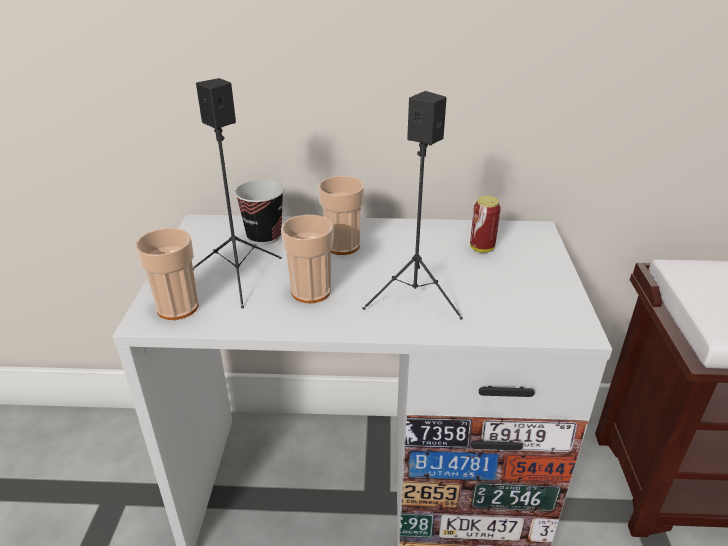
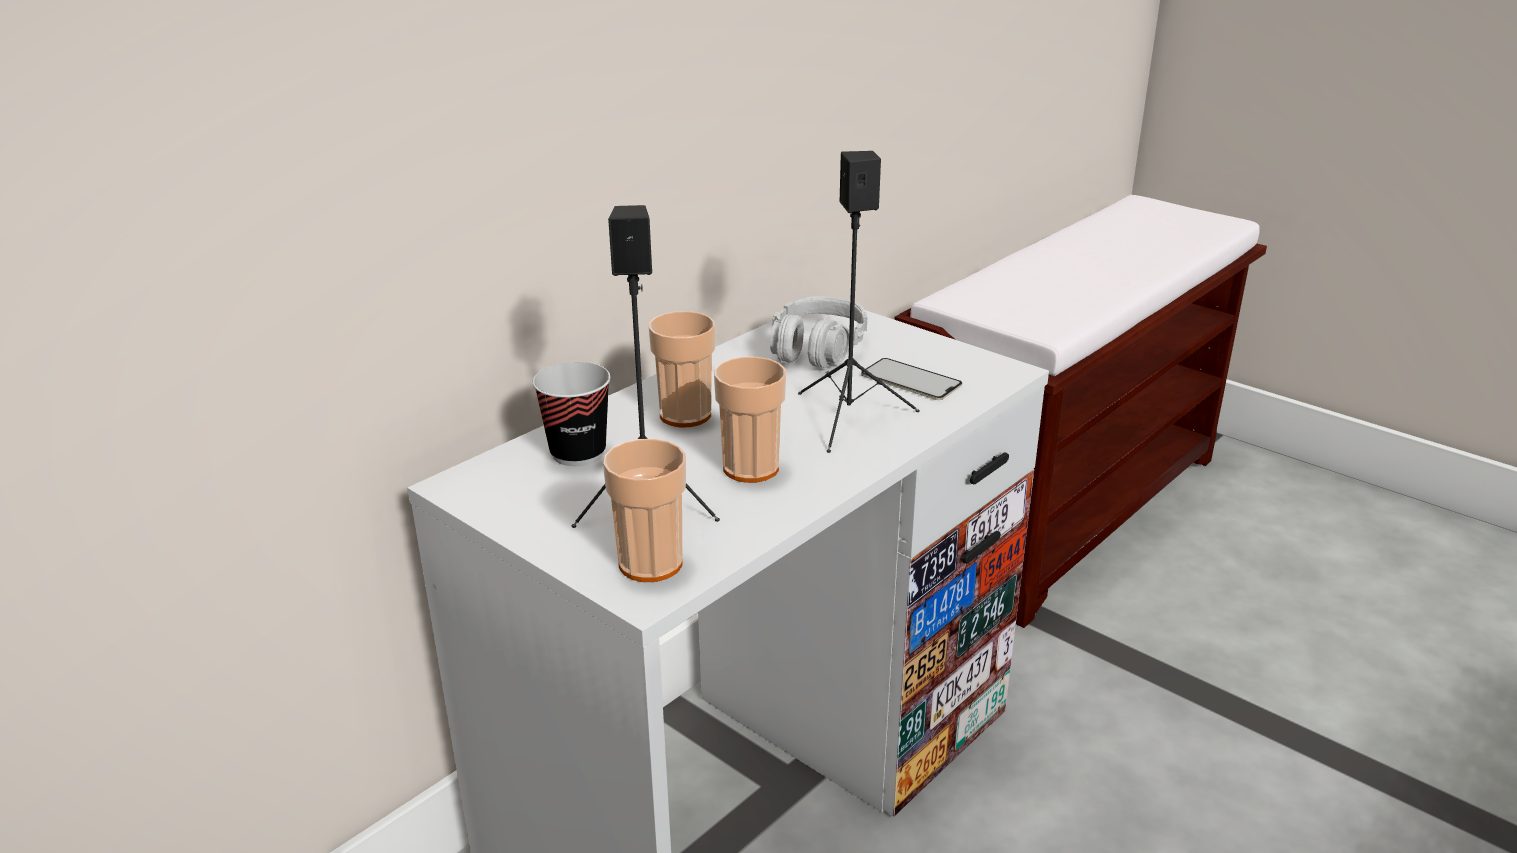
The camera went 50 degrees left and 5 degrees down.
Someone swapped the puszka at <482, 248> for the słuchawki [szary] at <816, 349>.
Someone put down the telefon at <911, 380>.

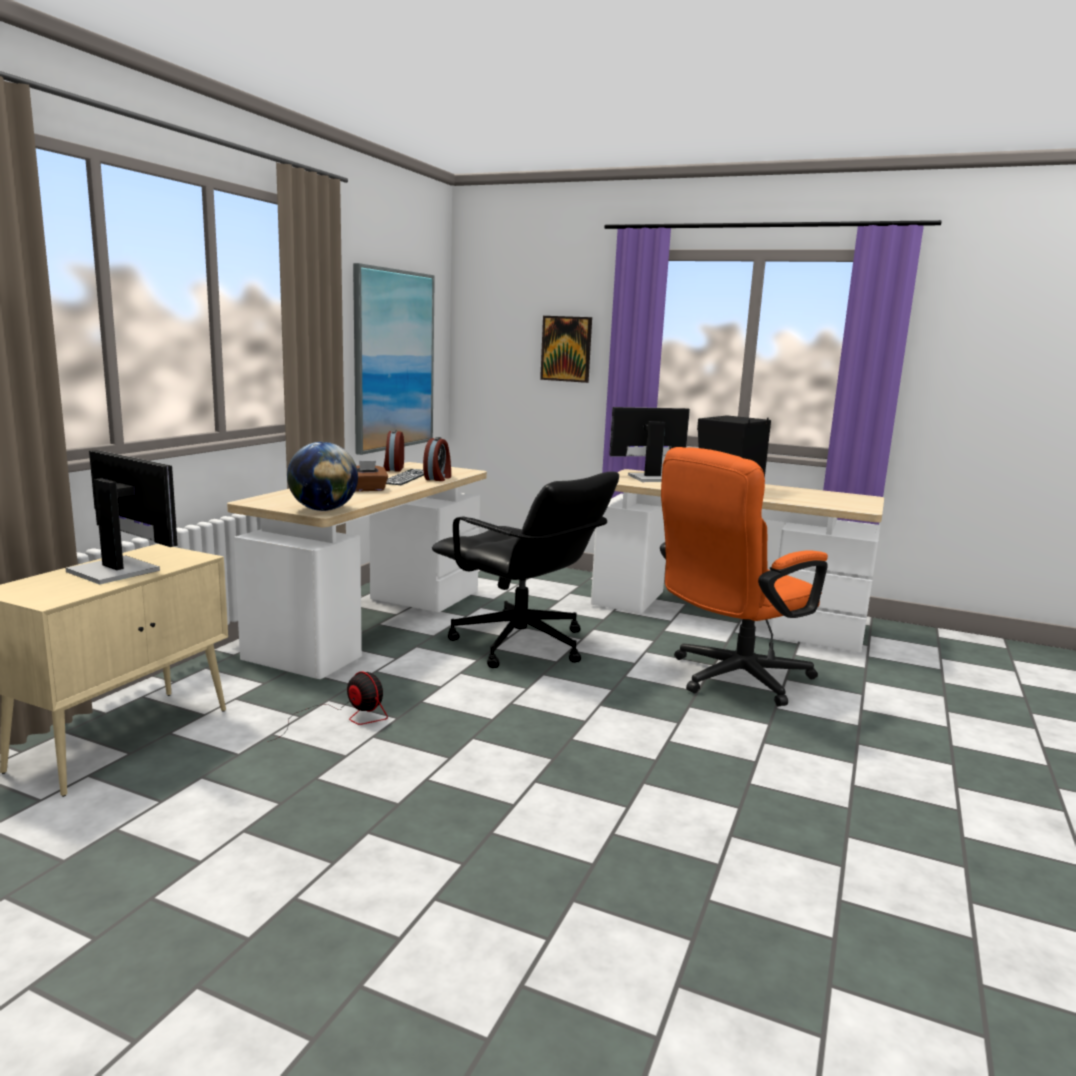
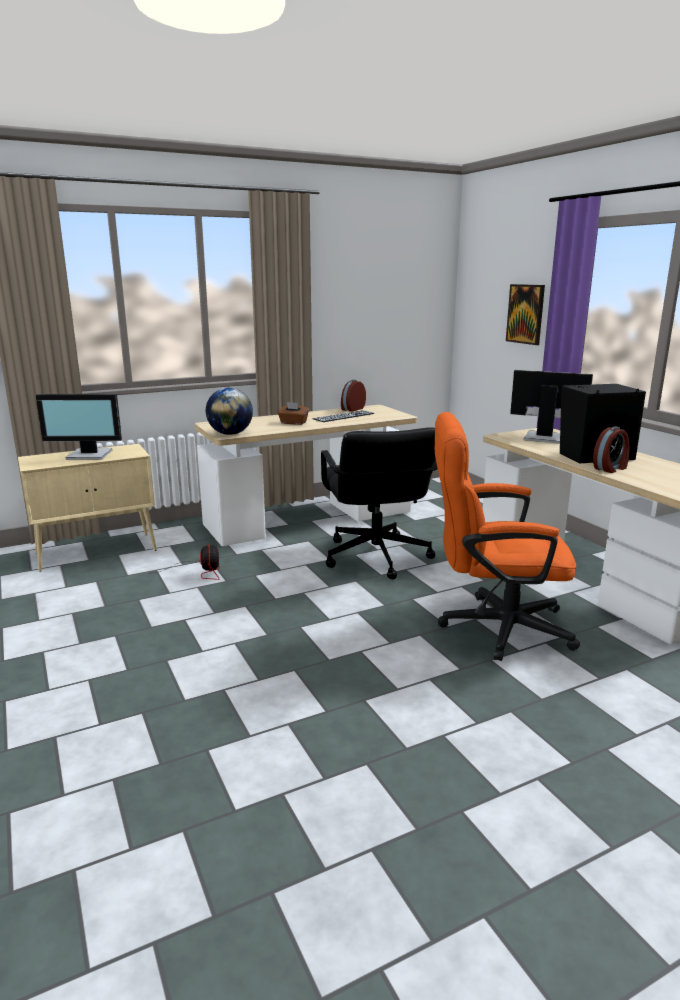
The camera went 40 degrees right and 5 degrees up.
Someone rotated the monitor at <116, 570> by 105 degrees clockwise.
Someone carried the budzik from <438, 478> to <610, 468>.
Someone took away the obraz at <394, 360>.

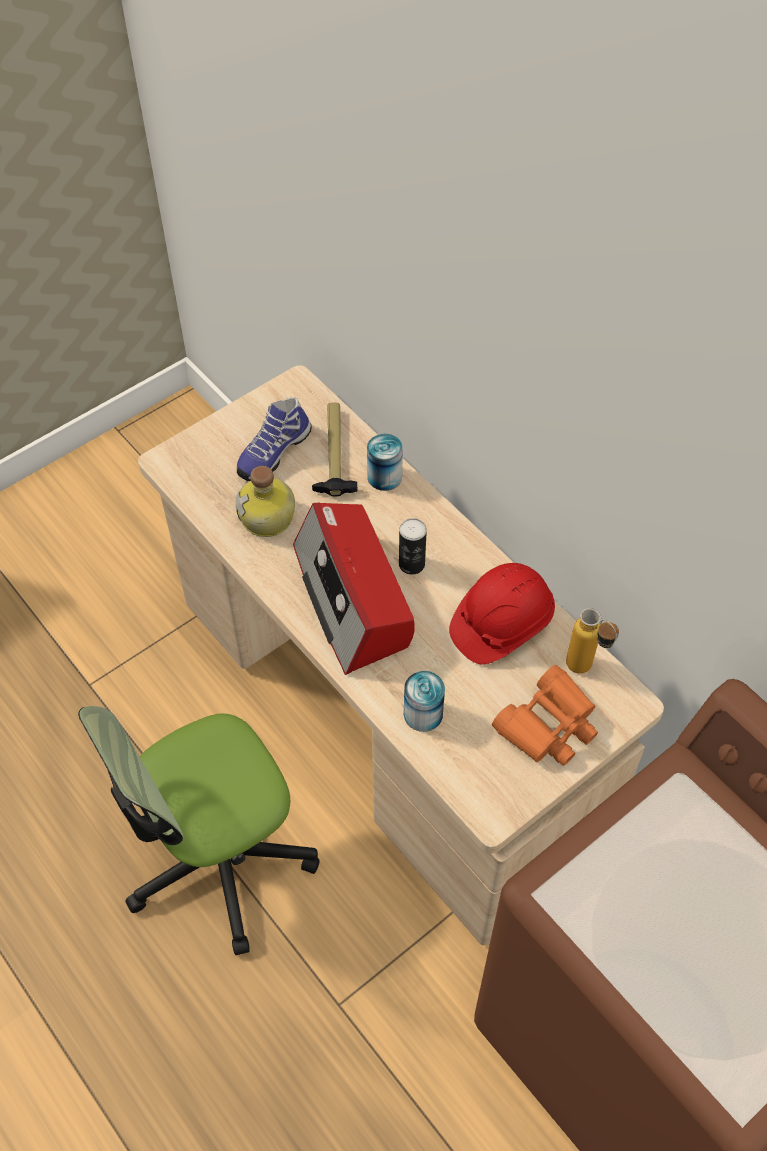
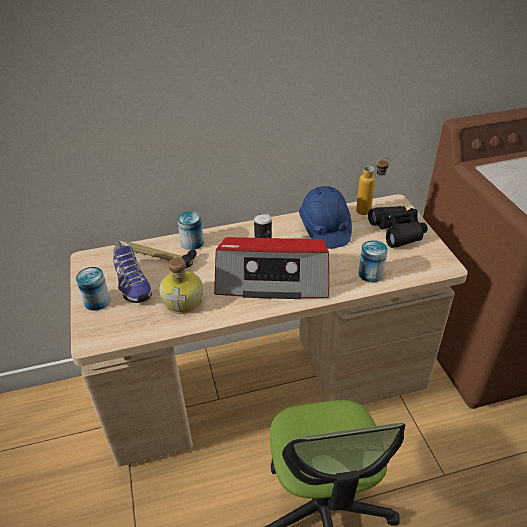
The camera went 65 degrees left and 15 degrees down.
Someone put down the puszka at <97, 301>.
Someone repainted the kask [czerwony] at <501, 623>, which became the kask [niebieski] at <324, 229>.
Someone repainted the lornetka [pomarańczowy] at <548, 725>, which became the lornetka [czarny] at <397, 231>.

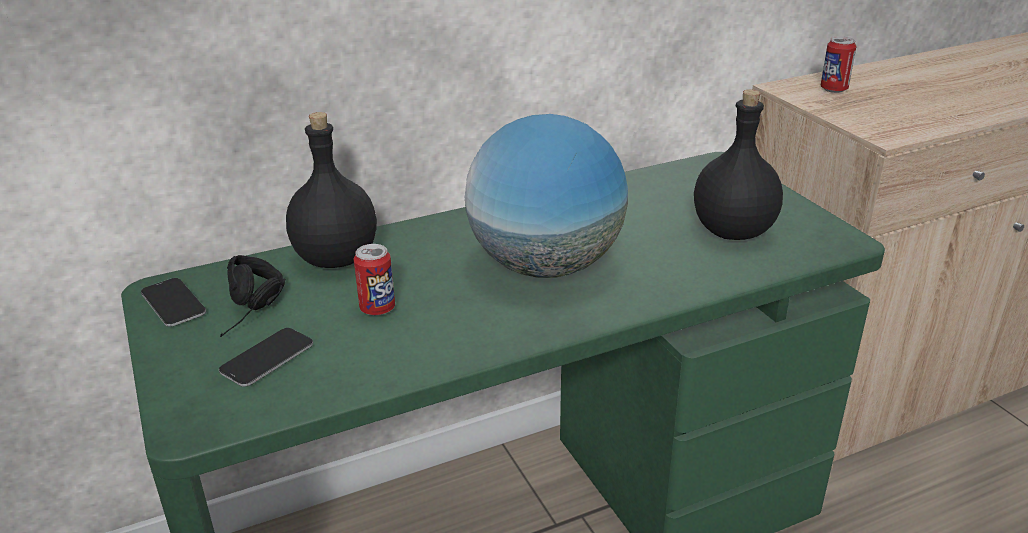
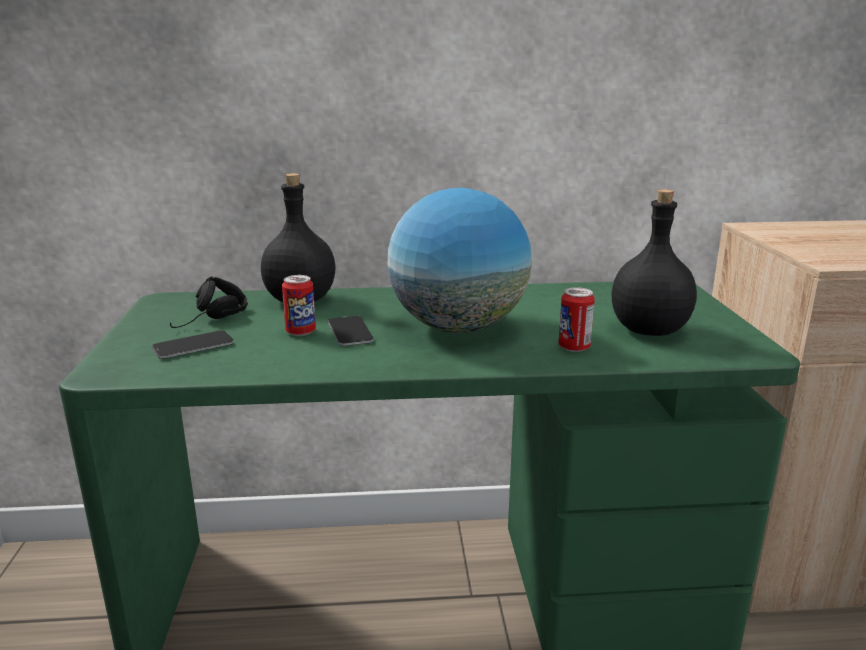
The camera went 20 degrees right and 10 degrees down.
Someone carried the telefon from <173, 303> to <350, 332>.
Someone carried the puszka from <833, 89> to <574, 347>.

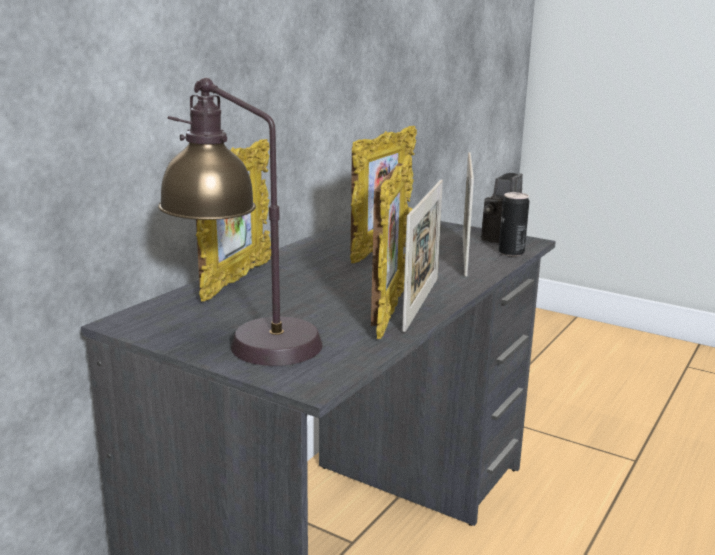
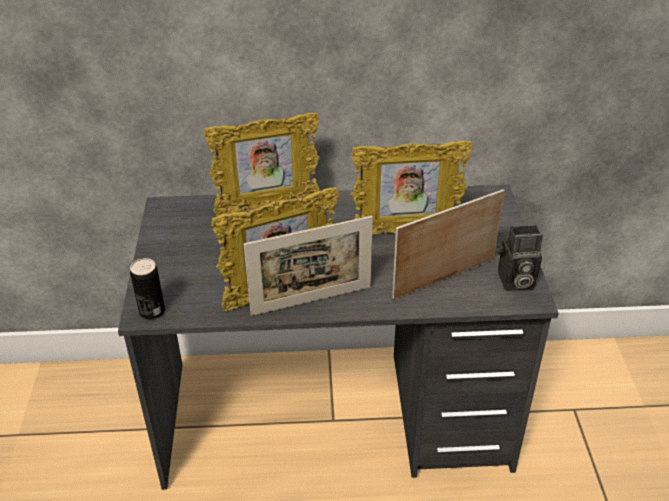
The camera went 55 degrees right and 20 degrees up.
Someone carried the puszka from <511, 253> to <152, 311>.
Someone took away the lampa stołowa at <244, 340>.

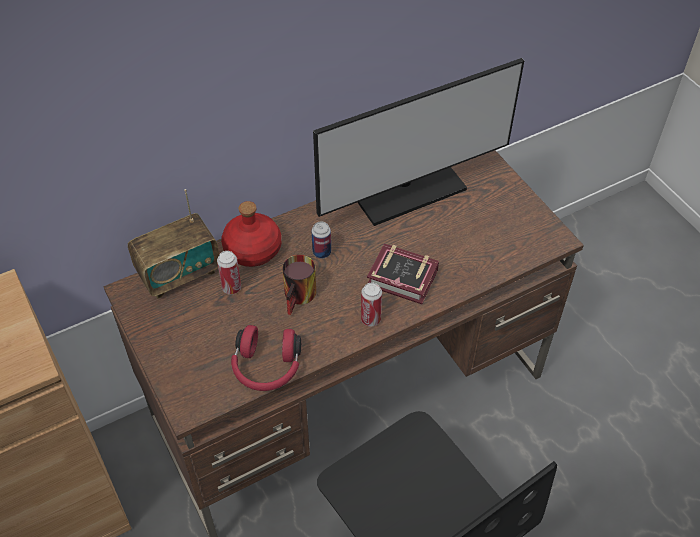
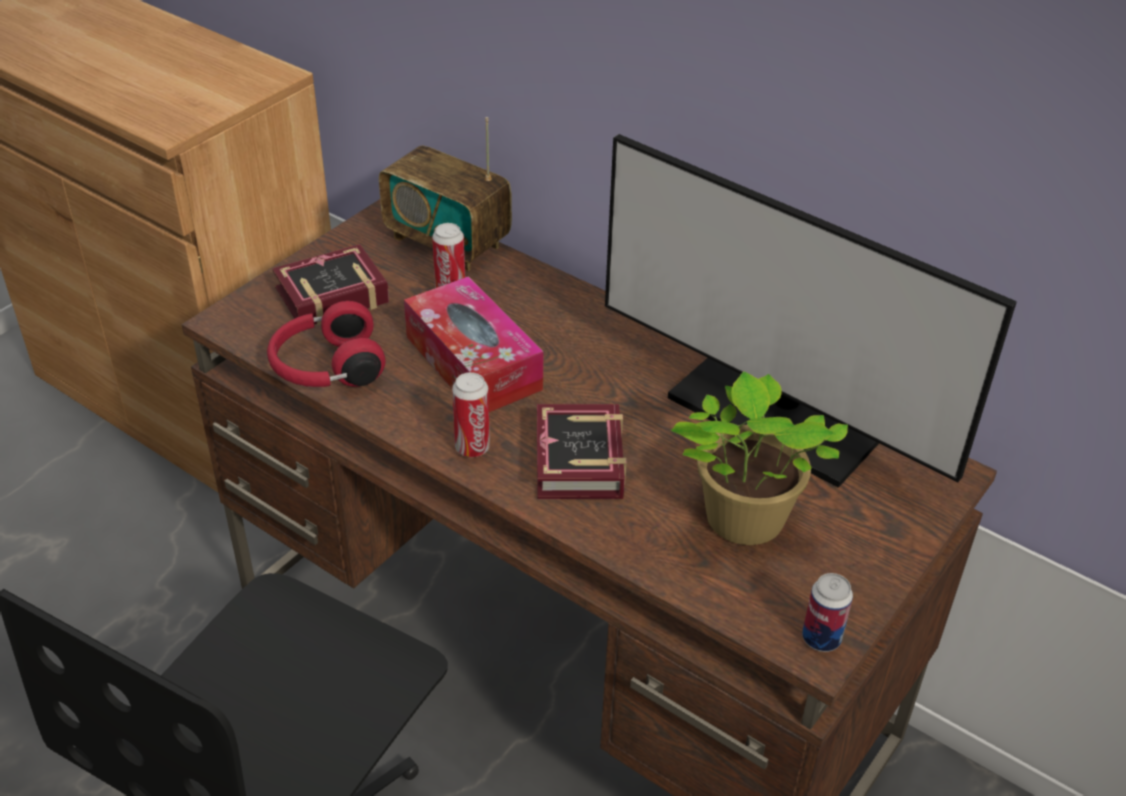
The camera went 65 degrees right and 10 degrees down.
Someone put down the książka at <326, 295>.
Someone swapped the kubek at <301, 297> for the pudełko chusteczek at <473, 363>.
Someone put down the roślina doniczkowa at <741, 522>.
Someone carried the puszka from <322, 252> to <821, 638>.
Someone took away the butelka [czerwony] at <252, 249>.

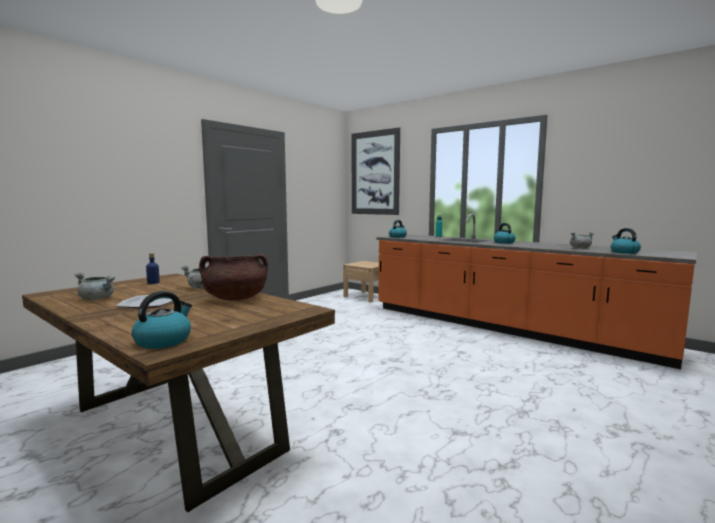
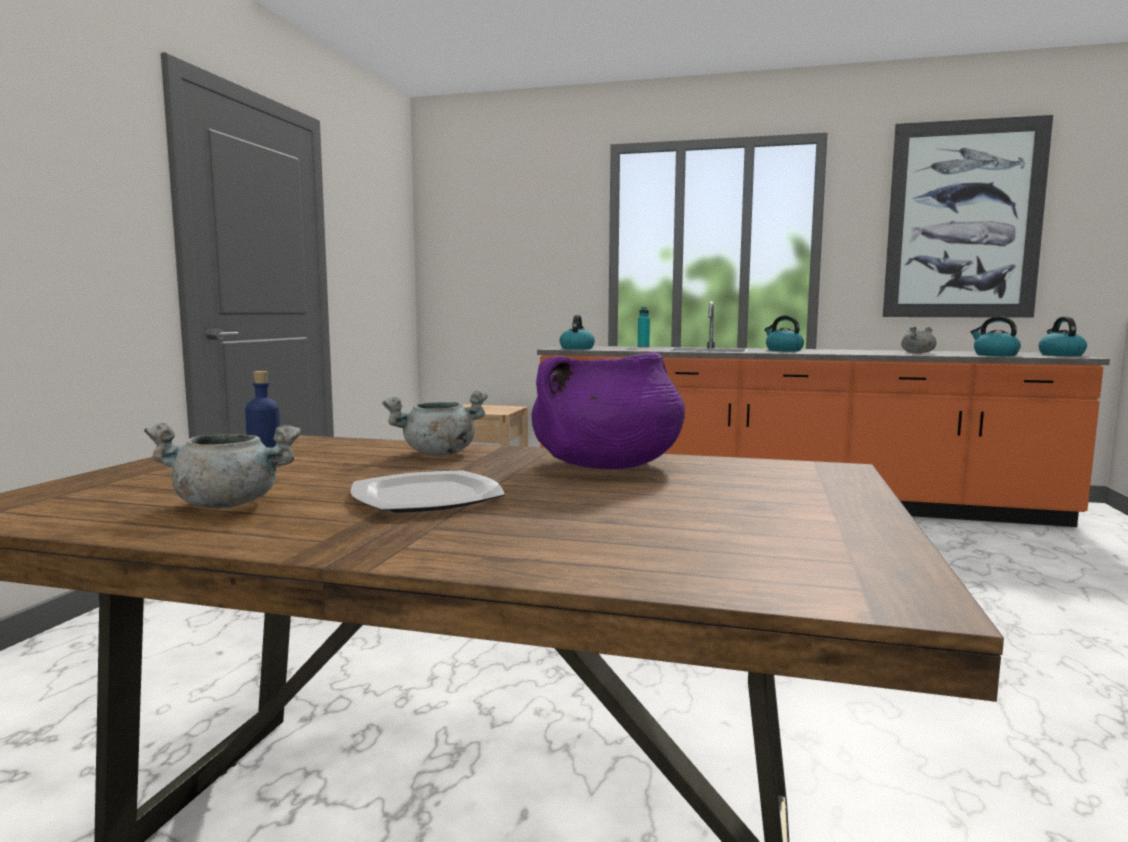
The camera went 25 degrees left and 0 degrees up.
Someone repainted the garnek [brązowy] at <235, 298>, which became the garnek [fioletowy] at <606, 466>.
Someone carried the obraz from <374, 173> to <963, 220>.
Someone carried the czajnik from <164, 341> to <1060, 355>.

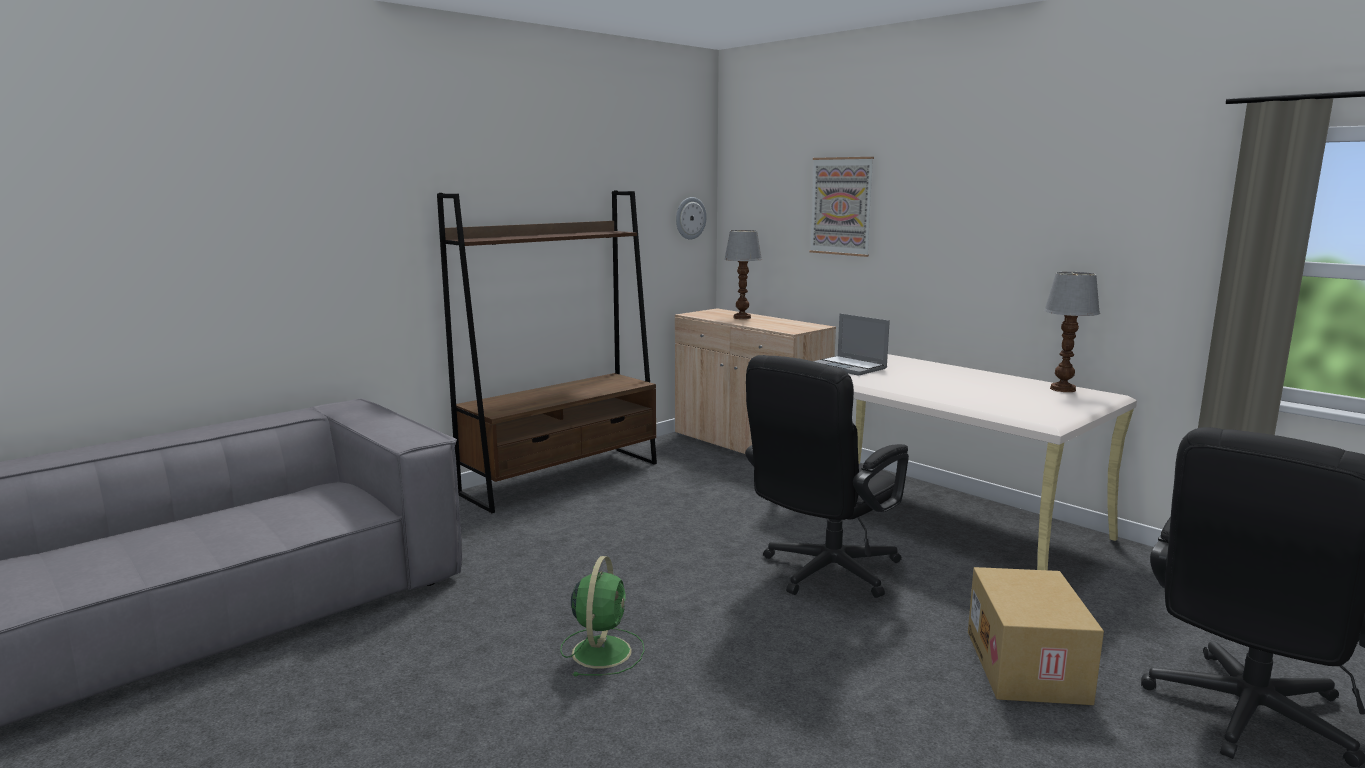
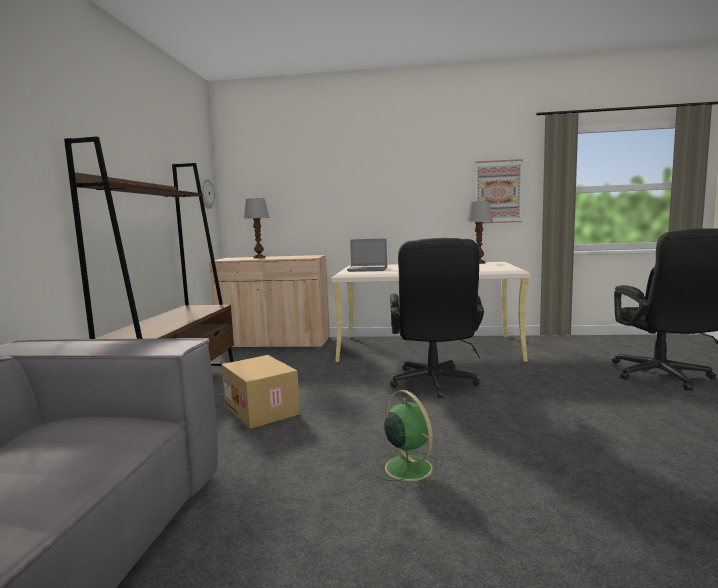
The camera went 40 degrees left and 5 degrees down.
Someone carried the karton from <1028, 667> to <262, 409>.
Someone carried the obraz from <841, 206> to <498, 192>.

